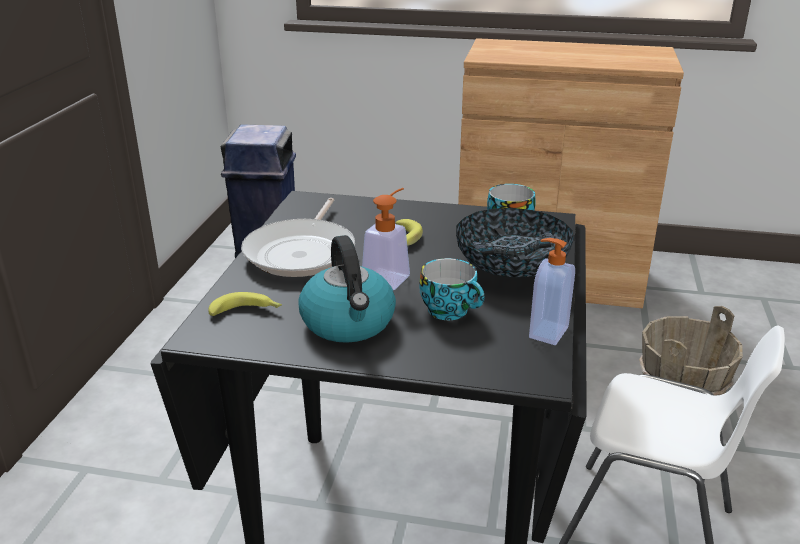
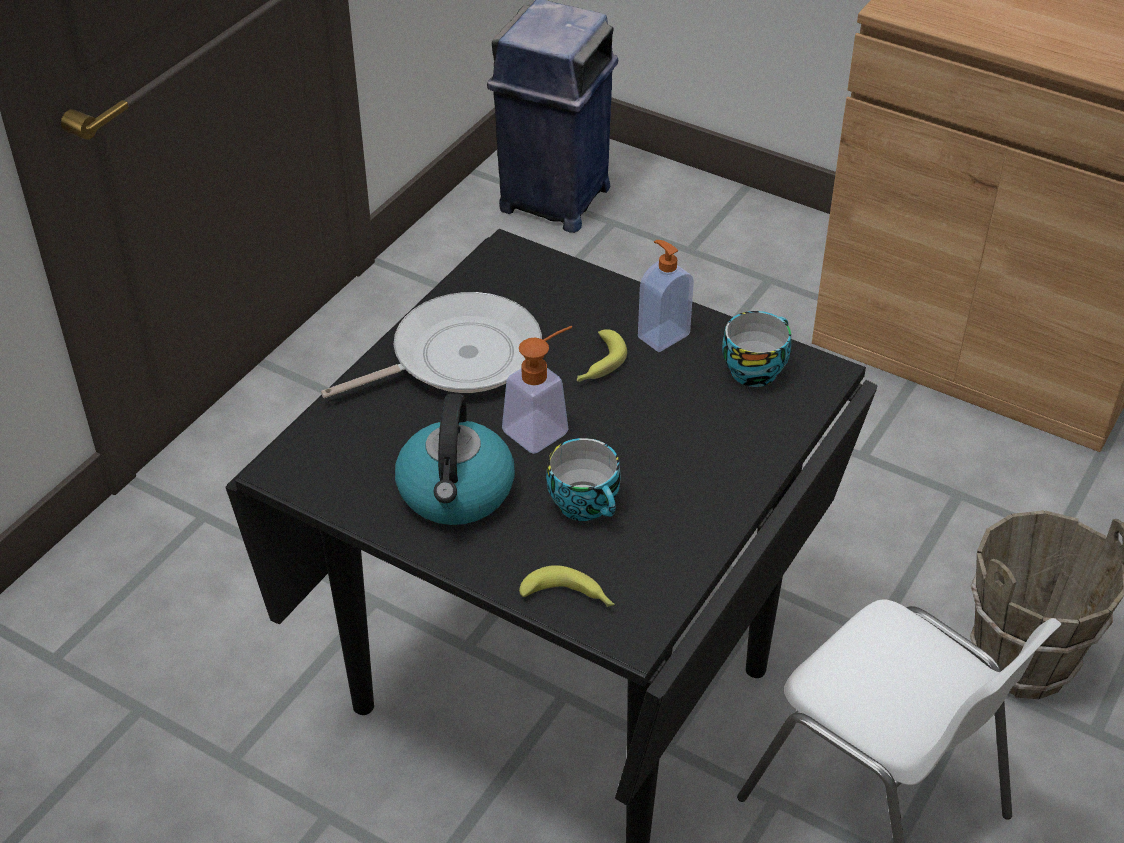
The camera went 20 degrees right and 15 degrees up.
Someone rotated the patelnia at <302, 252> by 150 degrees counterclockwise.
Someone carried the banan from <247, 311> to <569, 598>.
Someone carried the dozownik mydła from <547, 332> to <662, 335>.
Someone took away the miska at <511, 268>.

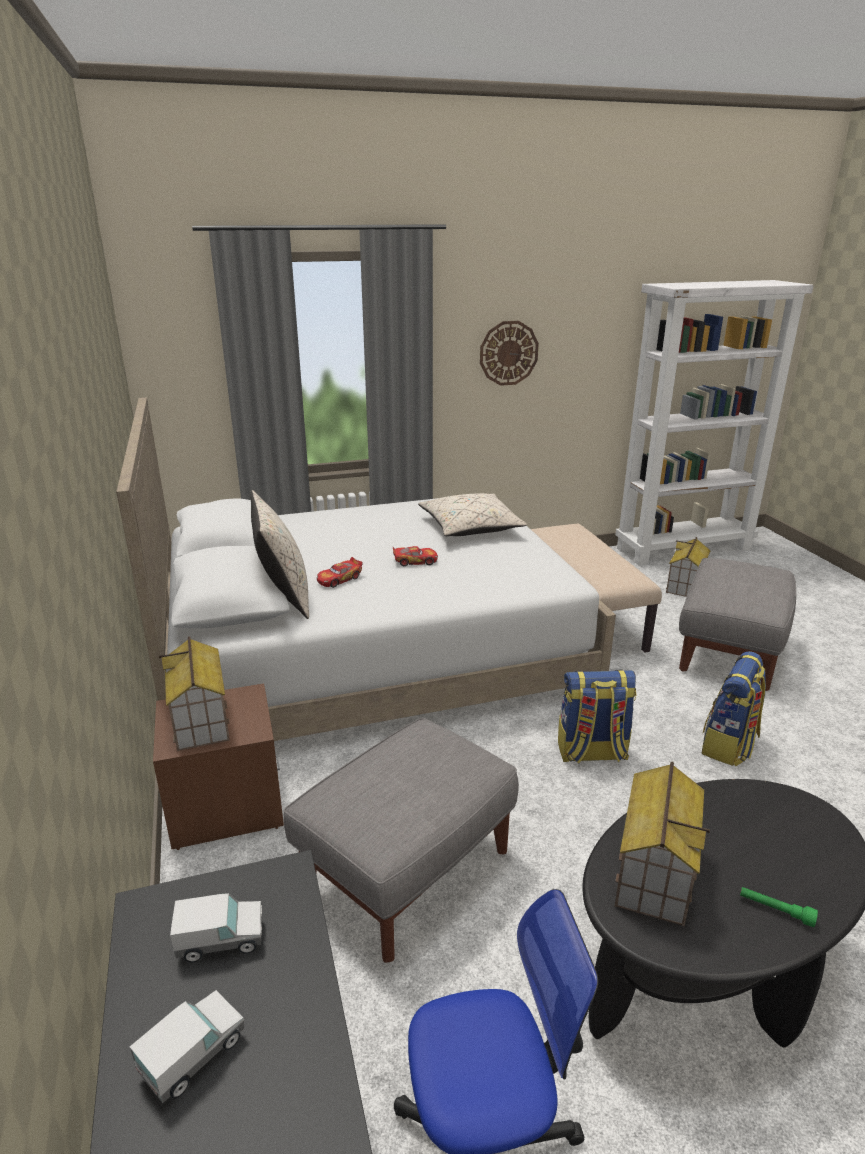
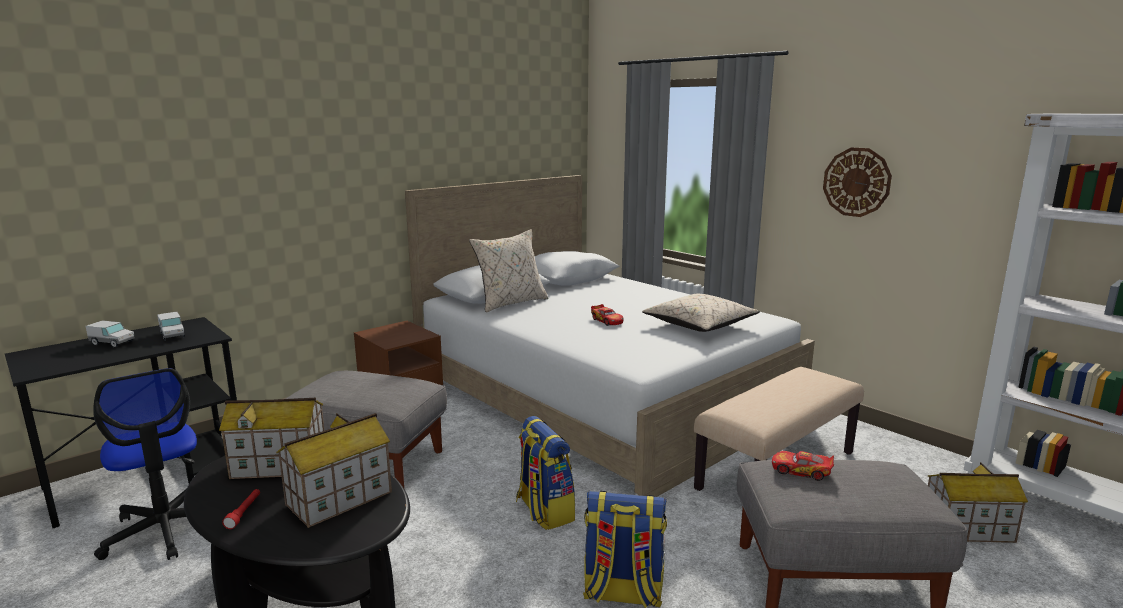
The camera went 65 degrees right and 10 degrees down.
Someone repainted the latarka [zielony] at <775, 910>, which became the latarka [czerwony] at <244, 513>.
Someone carried the domek from <202, 721> to <339, 499>.
Someone carried the samochodzik from <339, 579> to <801, 471>.

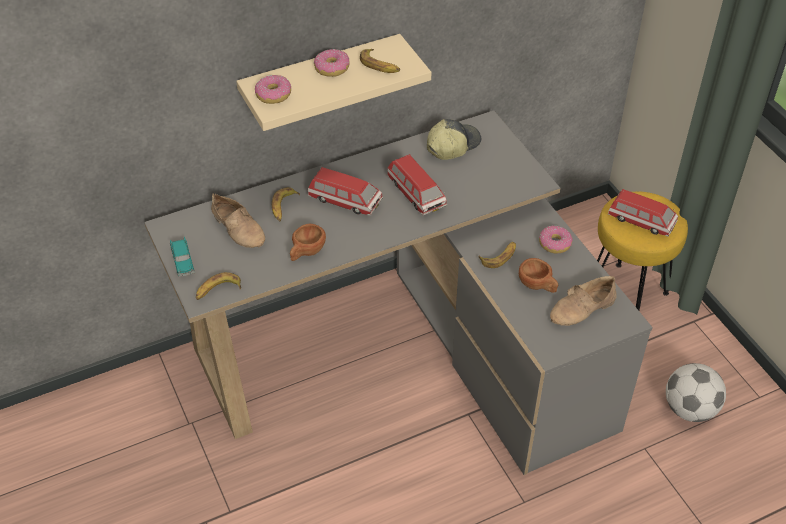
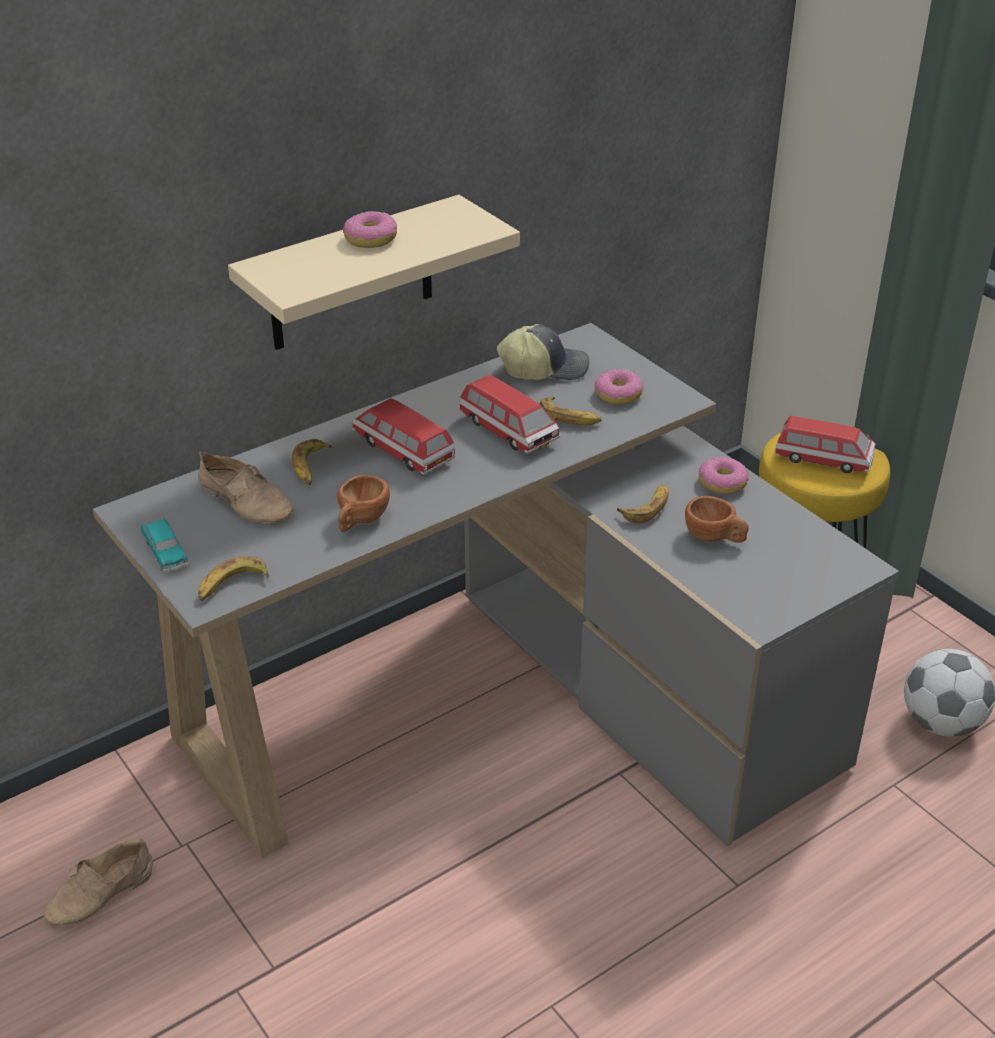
The camera went 10 degrees left and 10 degrees down.
Someone carried the but [beżowy] from <583, 309> to <101, 894>.
Someone rotated the samochodzik at <345, 201> by 150 degrees counterclockwise.
Someone rotated the czapka z daszkiem at <452, 145> by 45 degrees clockwise.
Someone carried the banan from <380, 65> to <569, 417>.
Someone carried the donut from <273, 94> to <618, 394>.

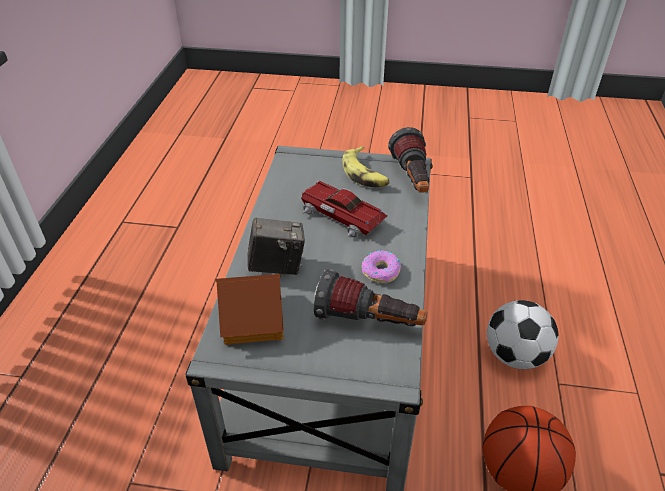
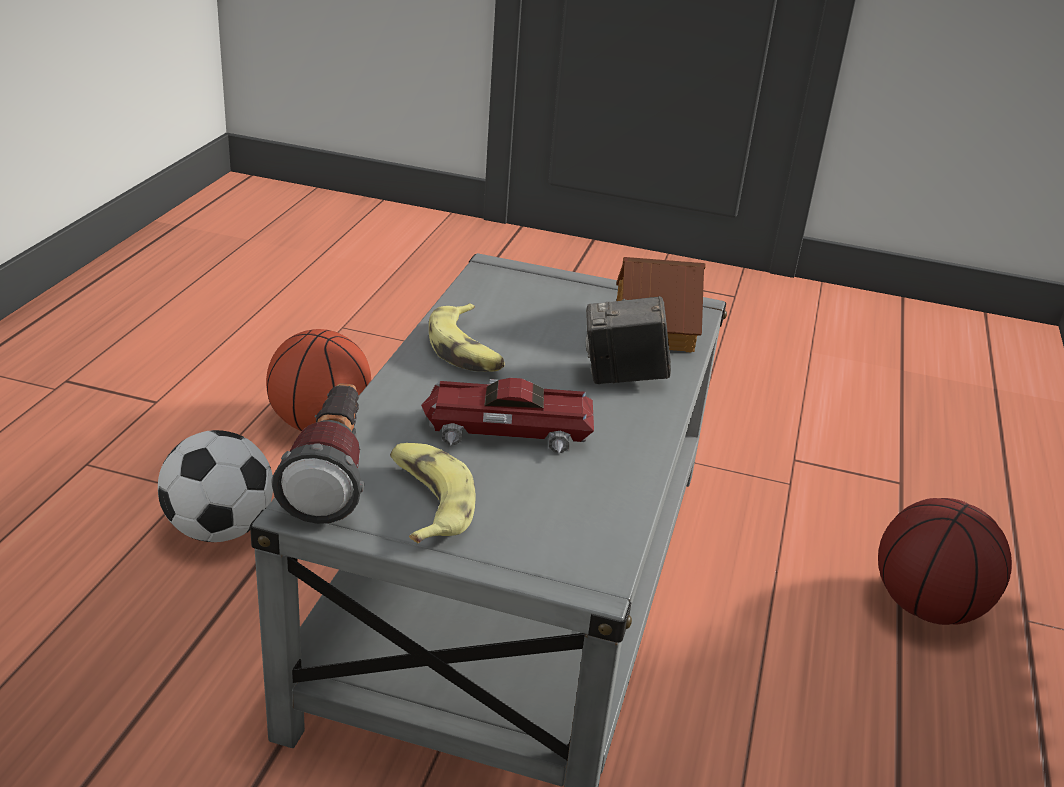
The camera went 175 degrees left and 10 degrees down.
Someone rotated the samochodzik at <340, 216> by 135 degrees clockwise.
Someone swapped the donut at <381, 271> for the banan at <467, 350>.
Someone put down the piłka do koszykówki at <928, 606>.
Someone took away the latarka at <369, 322>.

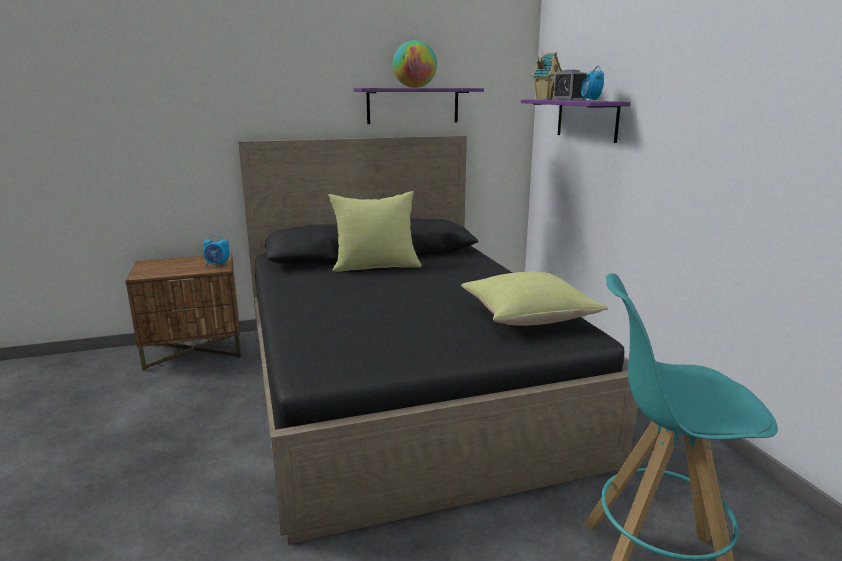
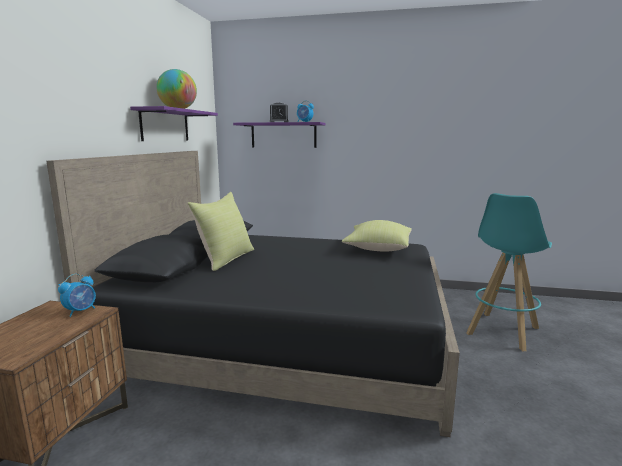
The camera went 60 degrees left and 5 degrees down.
Someone took away the domek at <546, 99>.

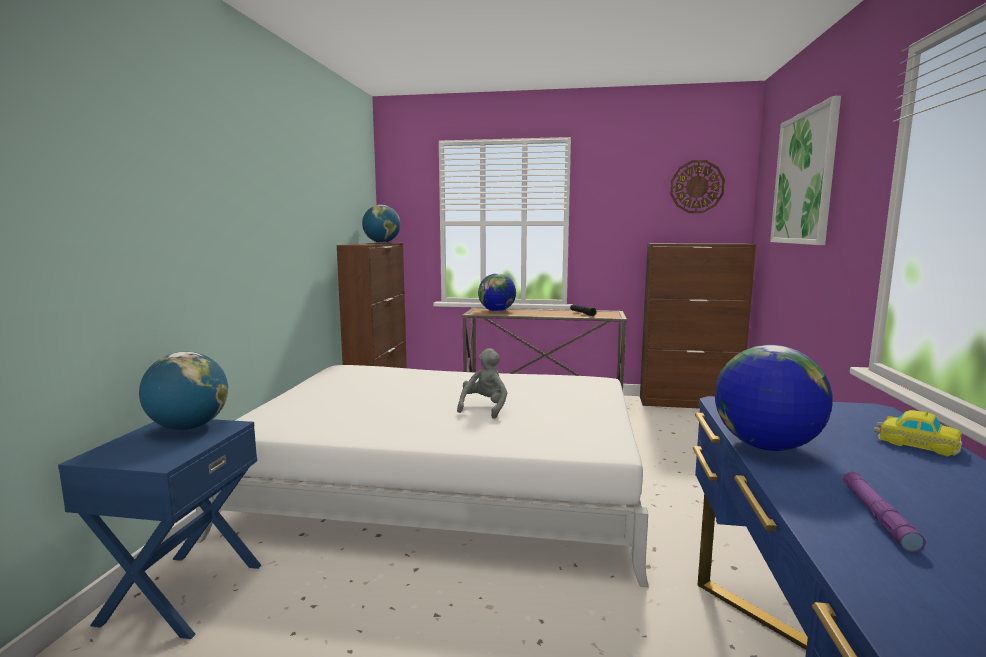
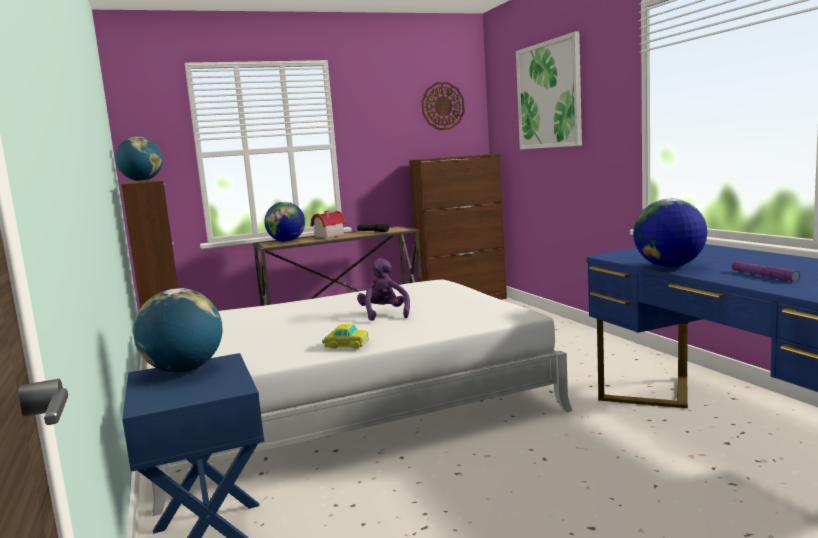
The camera went 30 degrees left and 0 degrees up.
Someone put down the domek at <327, 236>.
Someone carried the samochodzik from <915, 443> to <346, 344>.
Someone repainted the pluszak [szary] at <484, 408>, which became the pluszak [fioletowy] at <384, 314>.

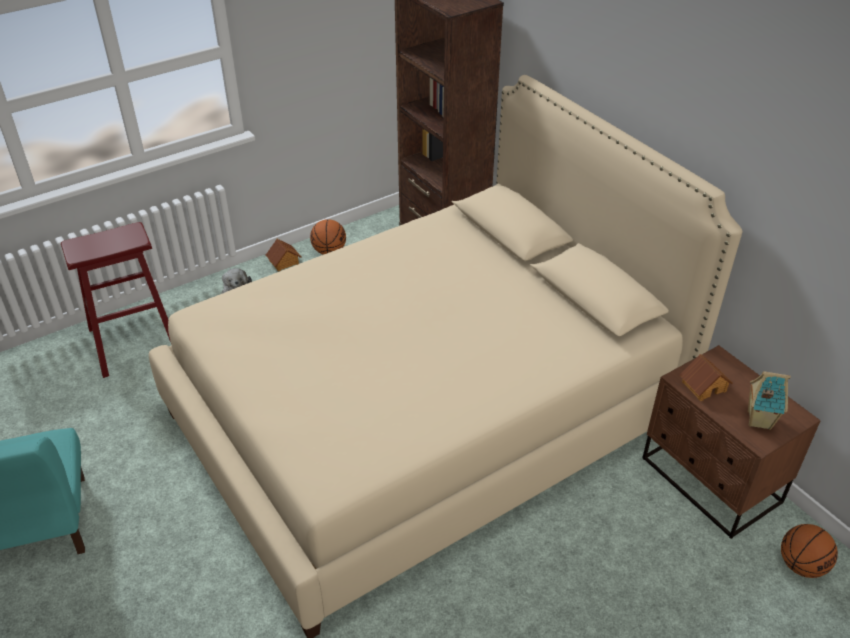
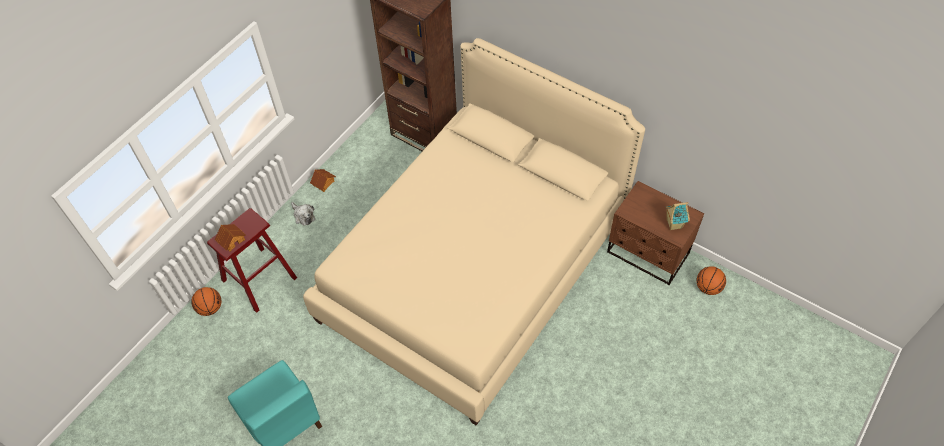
The camera went 20 degrees left and 15 degrees up.
Someone carried the piłka do koszykówki from <329, 251> to <210, 308>.
Someone carried the domek from <703, 386> to <232, 240>.

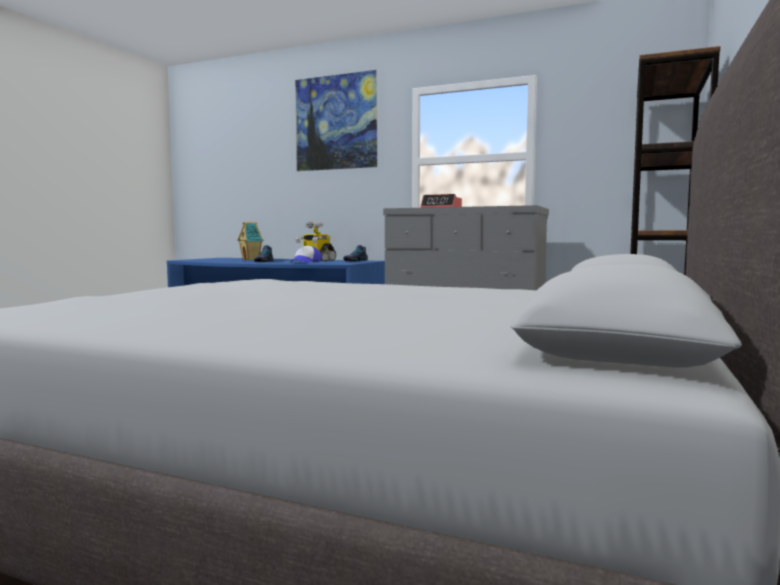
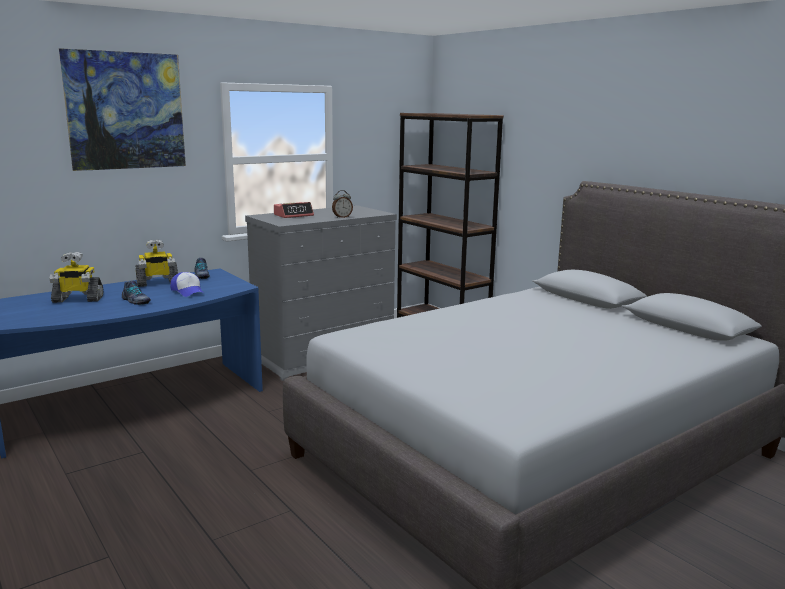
The camera went 60 degrees left and 10 degrees up.
Someone swapped the domek at <251, 259> for the robot zabawkowy at <77, 299>.
Someone put down the budzik at <342, 217>.

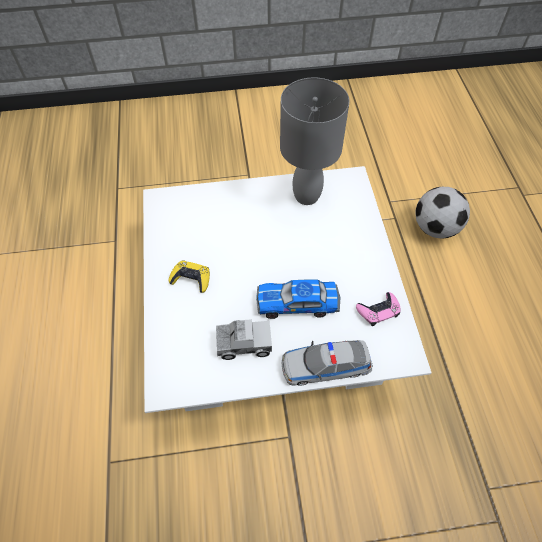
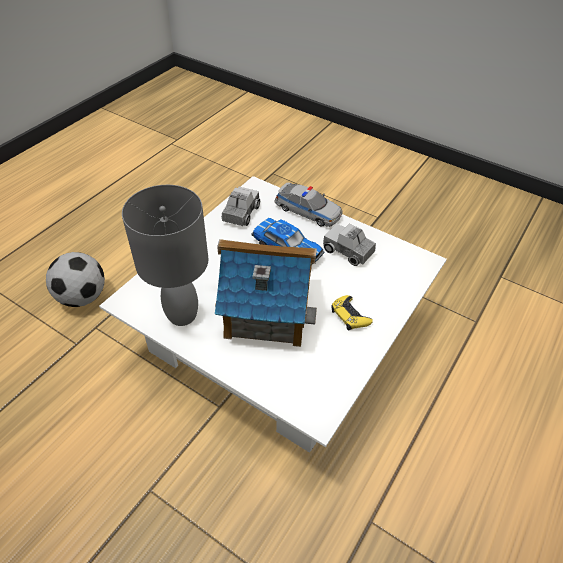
The camera went 140 degrees left and 10 degrees down.
Someone put down the domek at <266, 311>.
Someone swapped the pad do gier [różowy] at <378, 311> for the ciężarówka zabawkowa at <241, 213>.

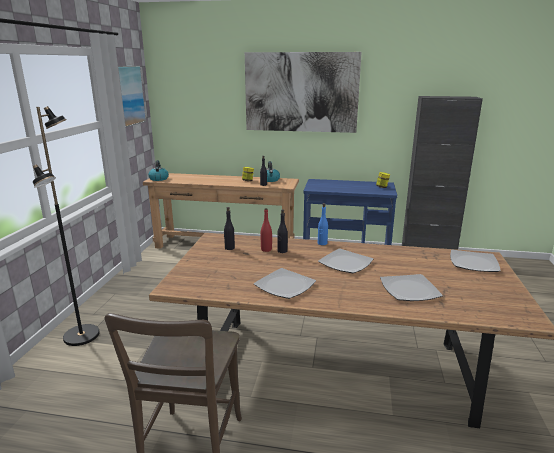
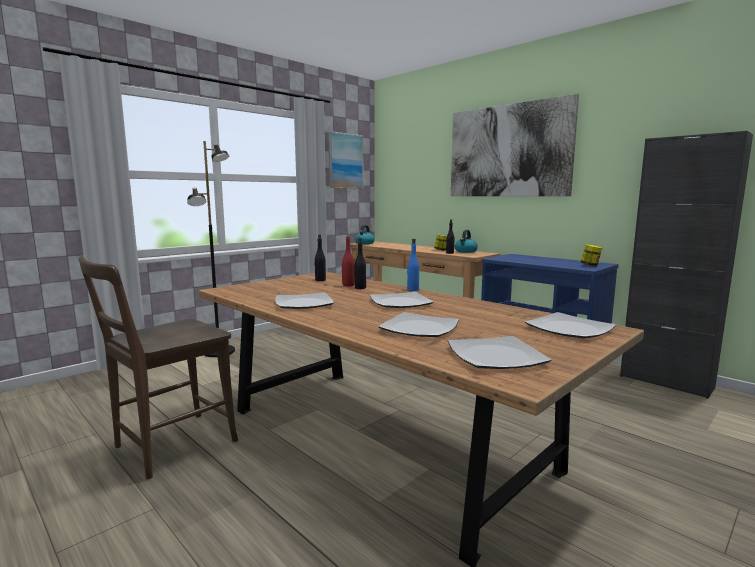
The camera went 35 degrees right and 10 degrees down.
Someone put down the talerz at <495, 357>.

